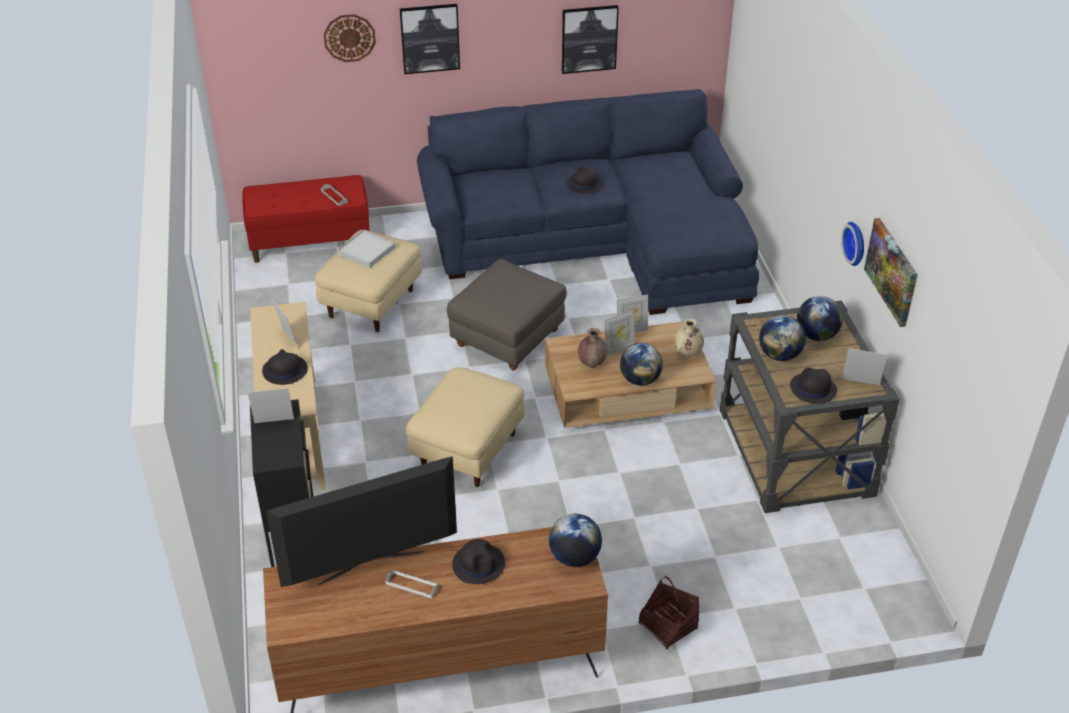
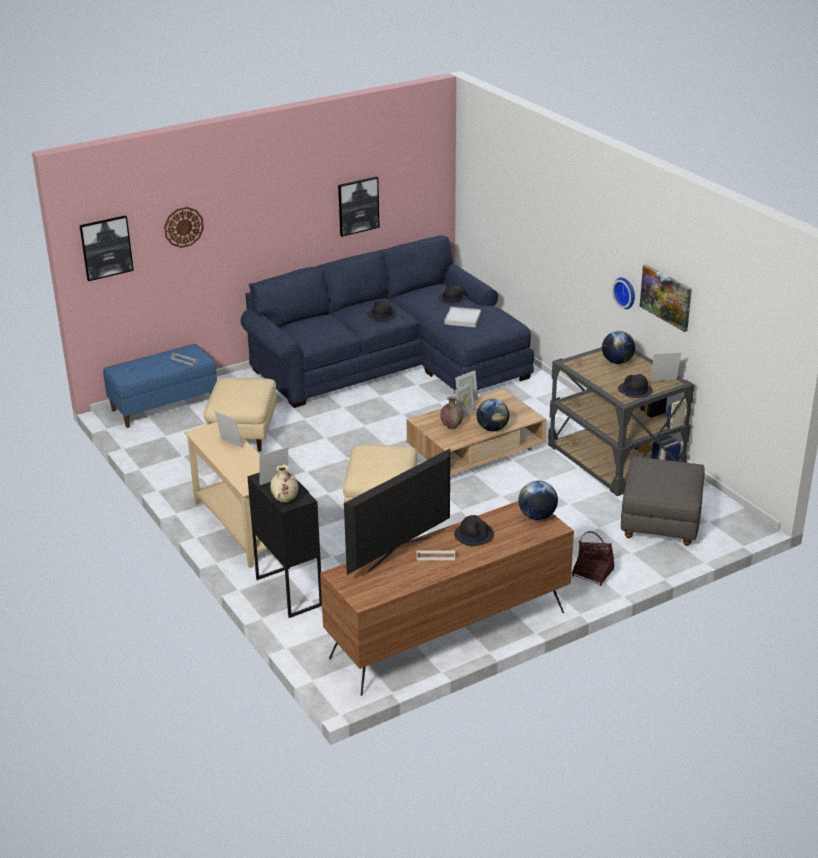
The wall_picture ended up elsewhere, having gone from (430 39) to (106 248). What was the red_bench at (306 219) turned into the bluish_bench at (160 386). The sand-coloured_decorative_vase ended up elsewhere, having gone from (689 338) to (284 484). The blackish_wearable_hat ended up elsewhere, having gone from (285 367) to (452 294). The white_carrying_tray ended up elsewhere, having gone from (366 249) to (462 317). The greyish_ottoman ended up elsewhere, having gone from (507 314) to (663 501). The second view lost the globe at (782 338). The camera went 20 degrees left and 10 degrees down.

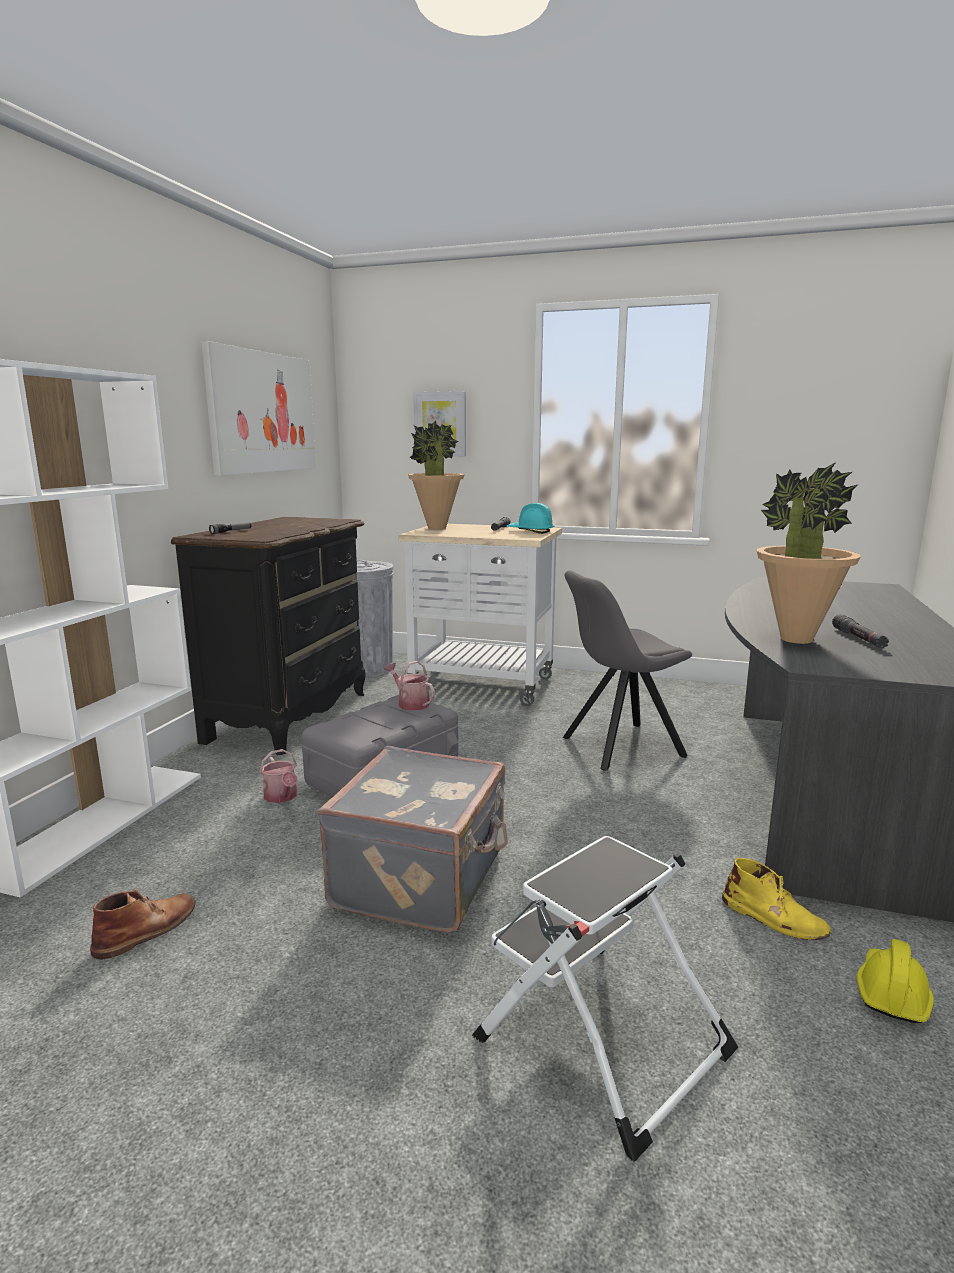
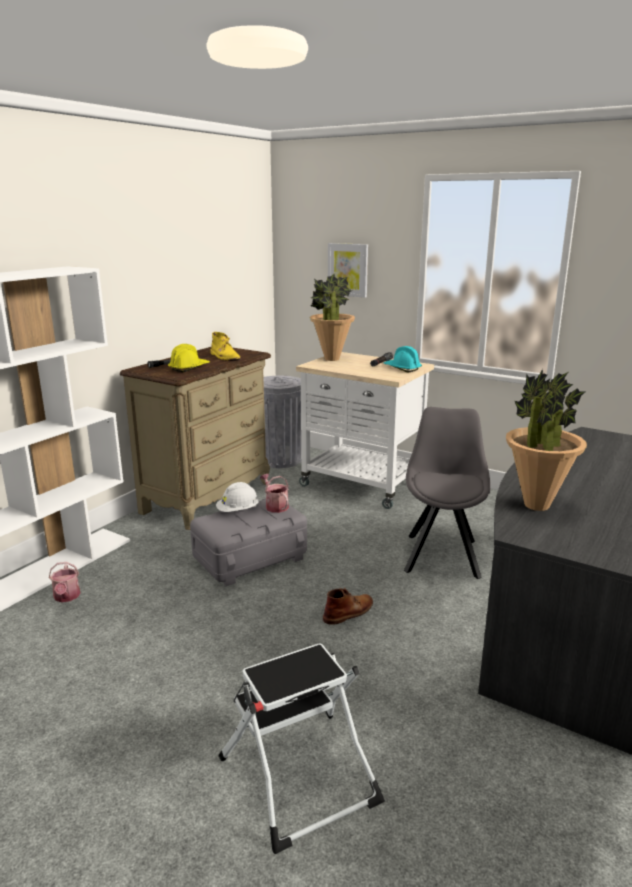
The watering_pot ended up elsewhere, having gone from (278 776) to (64 582). What was the blackish_chest_of_drawers at (268 636) turned into the sand-coloured_chest_of_drawers at (195 438). The yellowish_safety_helmet ended up elsewhere, having gone from (895 981) to (189 358). The yellowish_high-top_boot ended up elsewhere, having gone from (776 899) to (225 346). The second view gained the white_safety_helmet at (237 497). The brownish_high-top_boot ended up elsewhere, having gone from (143 924) to (348 606). The greyish_plain_chair at (627 670) ended up facing another way, 105 degrees clockwise from before. The second view lost the wall_picture at (258 408). The second view lost the greyish_travel_case at (413 839). The second view lost the blackish_hand_torch at (860 631). The camera went 15 degrees right and 5 degrees up.

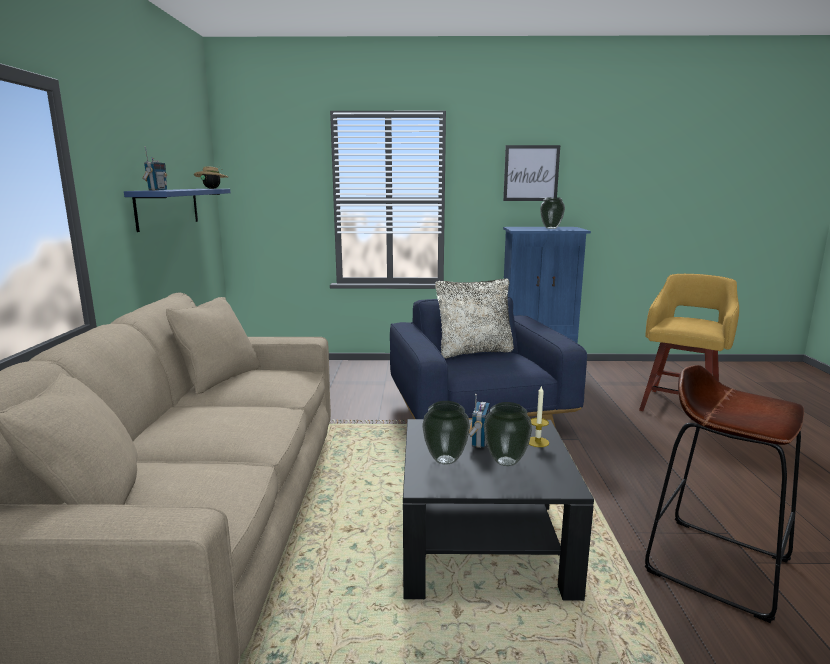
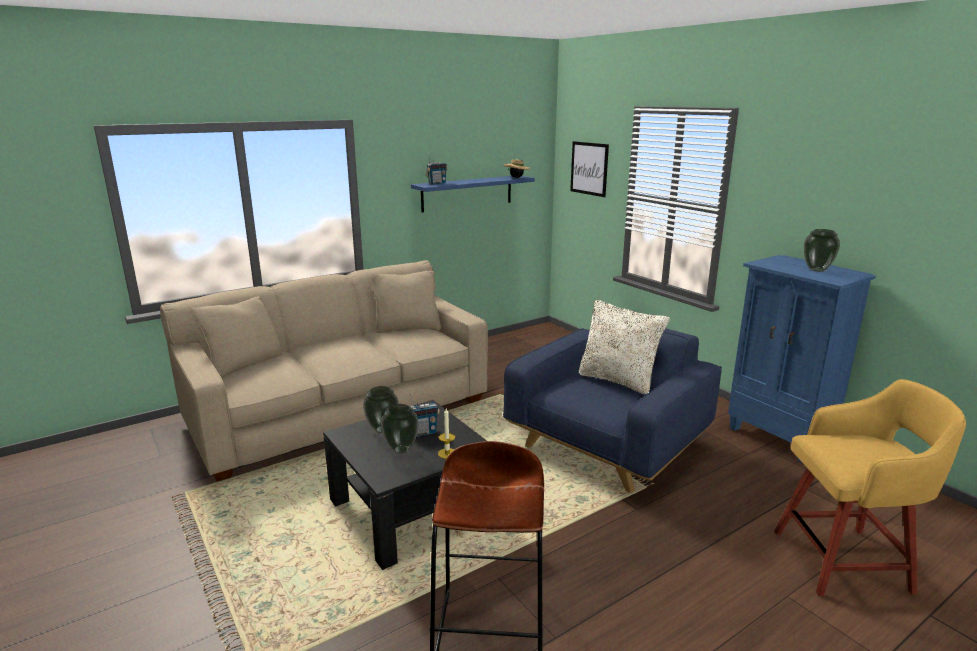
The wall_picture ended up elsewhere, having gone from (531 173) to (589 169). The camera went 55 degrees right and 5 degrees up.

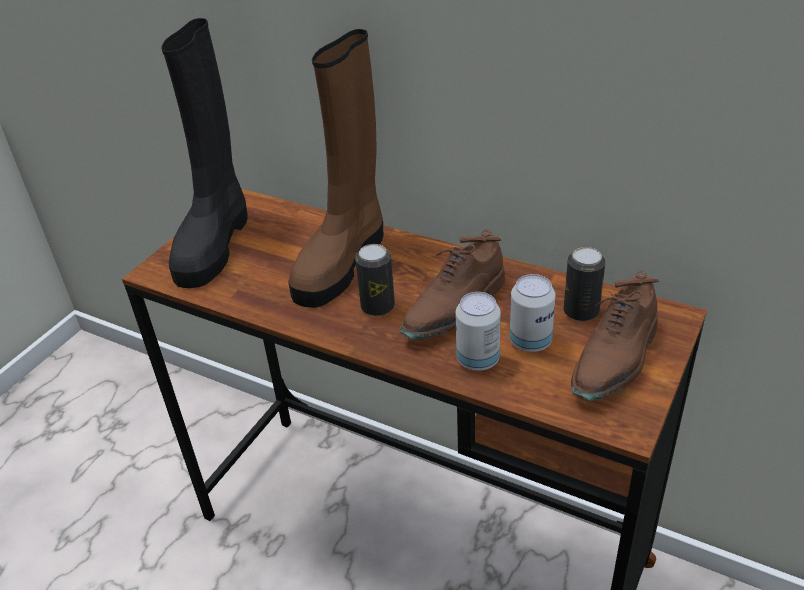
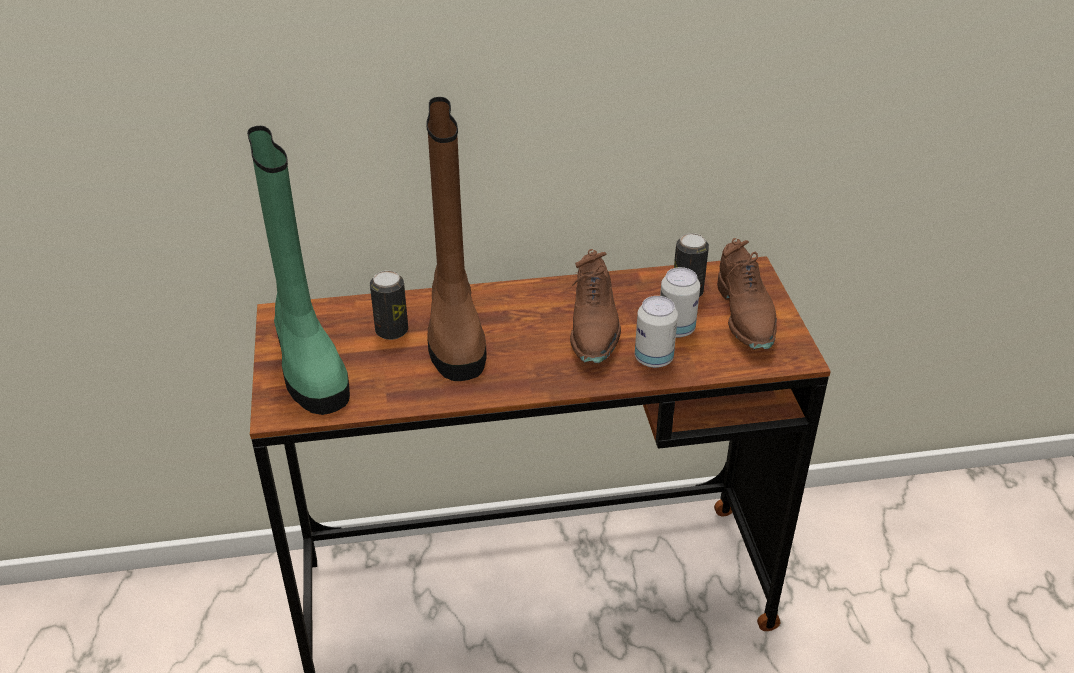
What was the blackish_high-top_boot at (204 153) turned into the greenish_high-top_boot at (298 270). The sealed_can ended up elsewhere, having gone from (375 280) to (389 305). The camera went 40 degrees left and 0 degrees up.

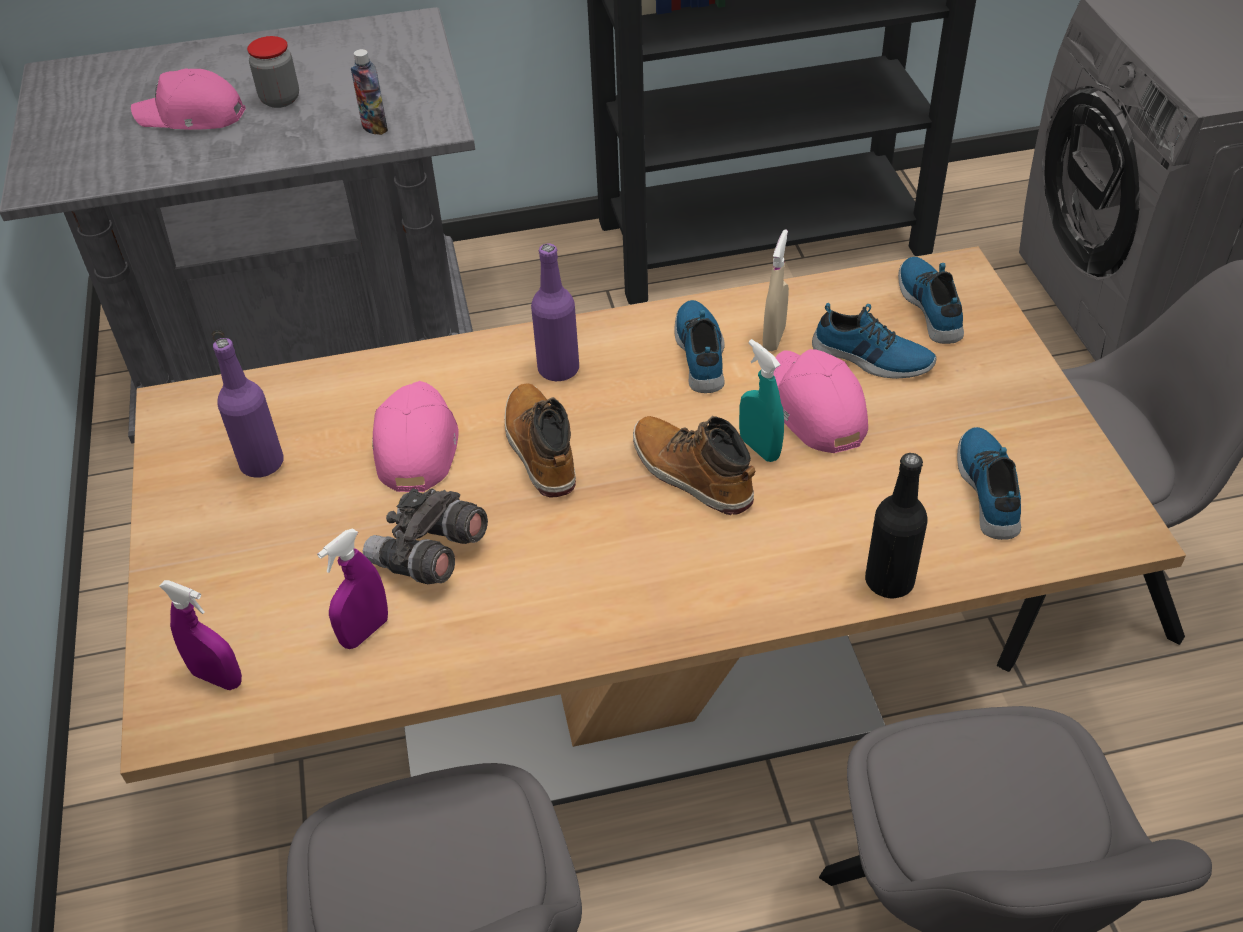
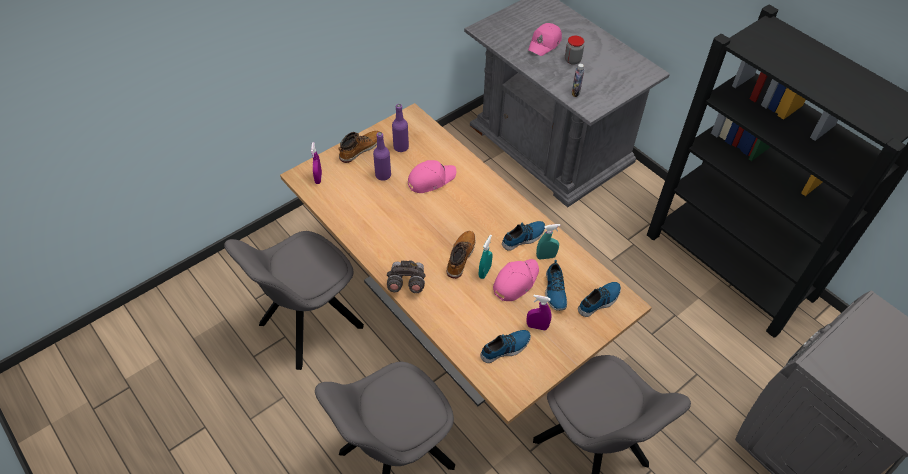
The high-top_boot ended up elsewhere, having gone from (540 440) to (358 147). The purple-coloured_drink_bottle ended up elsewhere, having gone from (555 312) to (382 156). The greyish_field_glasses ended up elsewhere, having gone from (425 536) to (406 276). The purple-coloured_spray_bottle ended up elsewhere, having gone from (352 588) to (539 313). The pink-coloured_baseball_cap at (188 99) ended up facing another way, 120 degrees counterclockwise from before. What was the sand-coloured_spray_bottle at (776 290) turned into the turquoise-coloured_spray_bottle at (548 242). The second view lost the blackish_drink_bottle at (896 525). The camera went 60 degrees right and 5 degrees up.

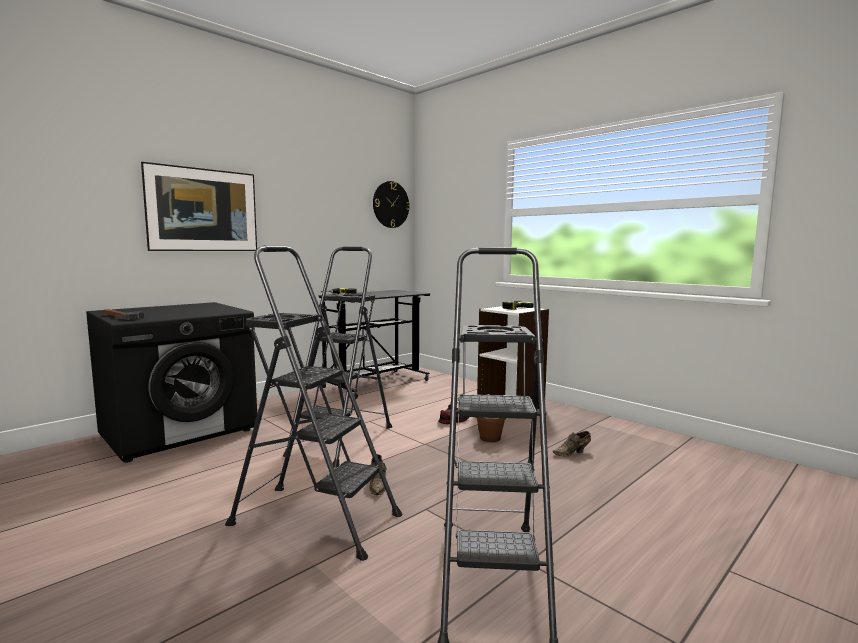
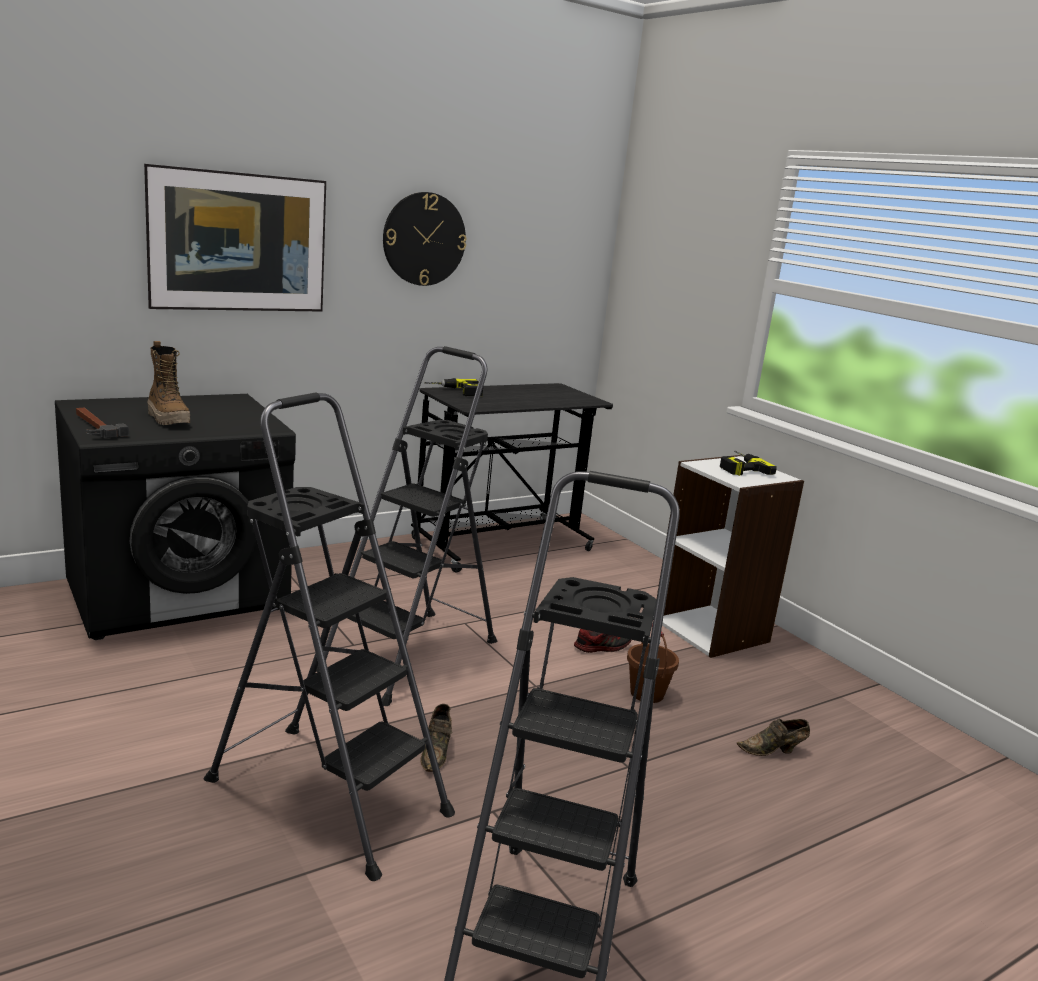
The second view gained the high-top_boot at (168 383). The clock_on_the_wall ended up elsewhere, having gone from (391 204) to (425 239). The camera went 10 degrees right and 10 degrees up.

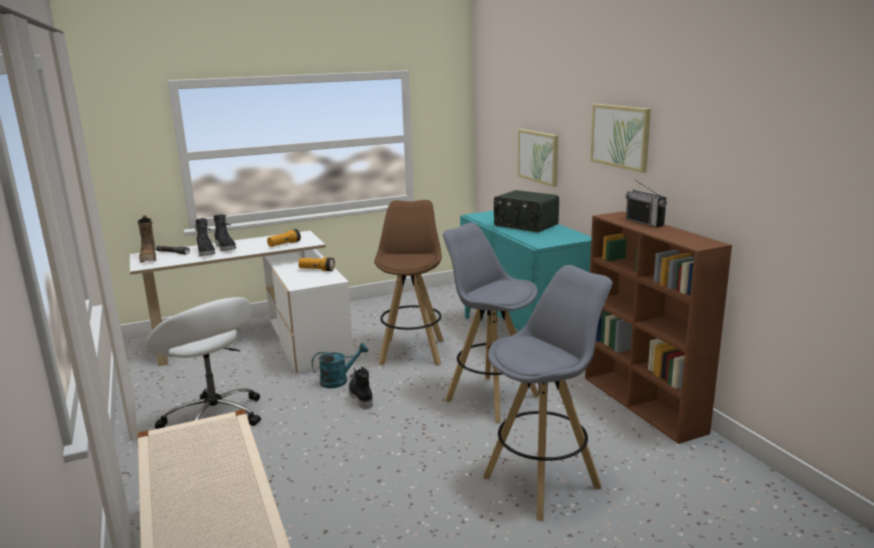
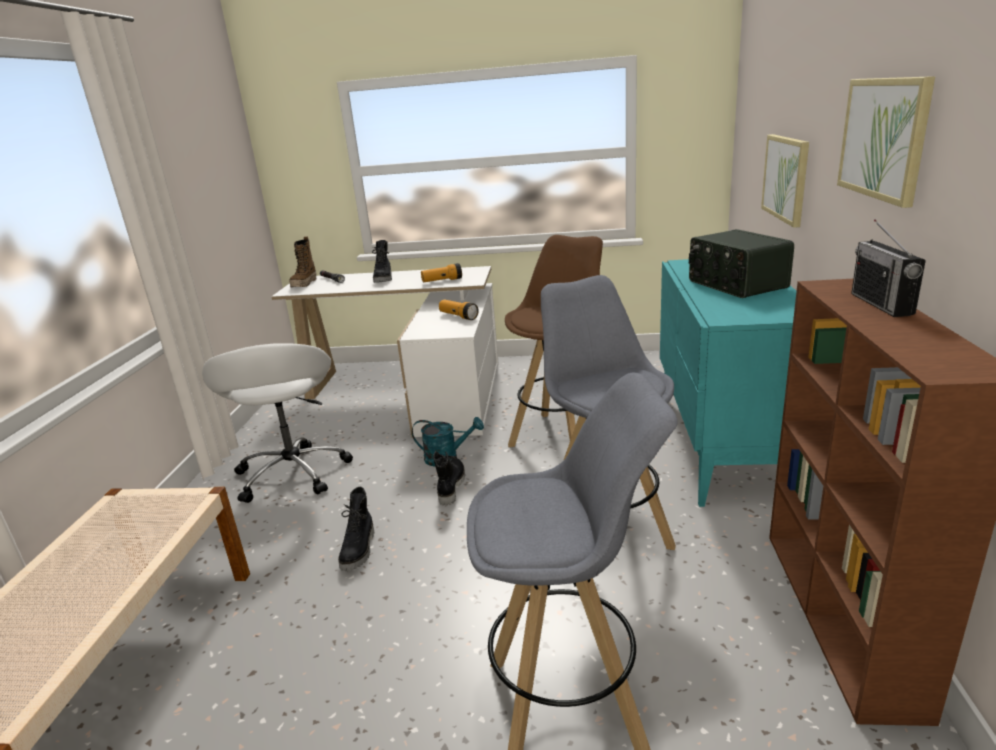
The blackish_high-top_boot ended up elsewhere, having gone from (205 237) to (356 529). The camera went 30 degrees right and 5 degrees up.

